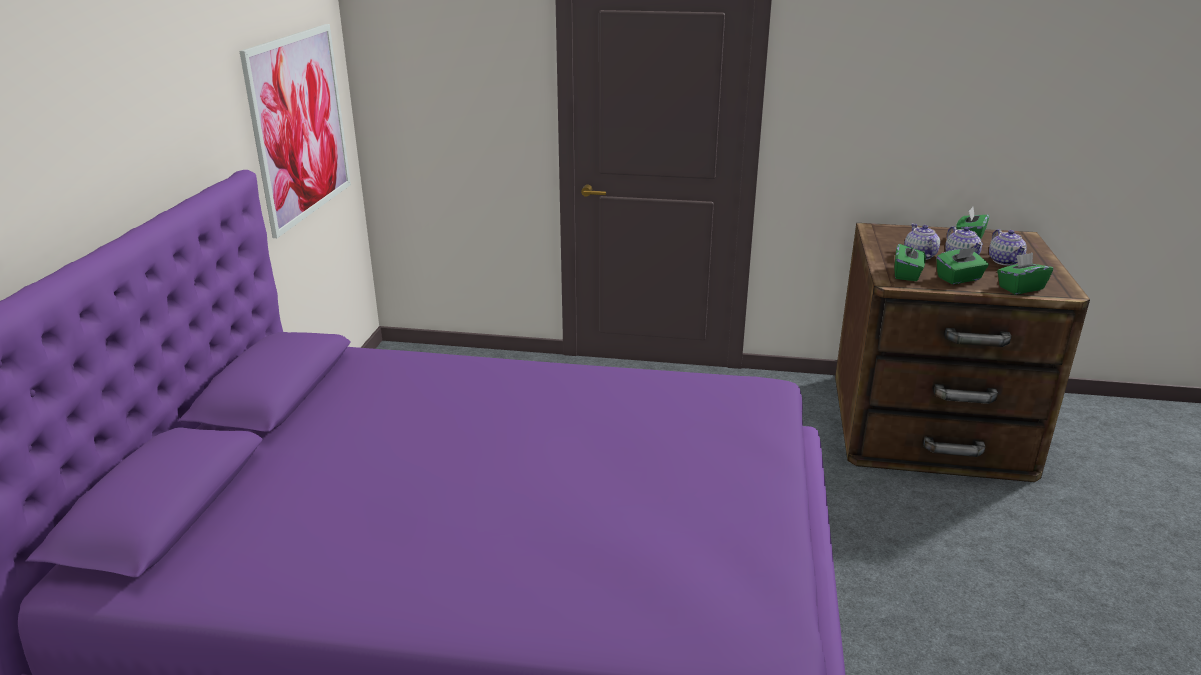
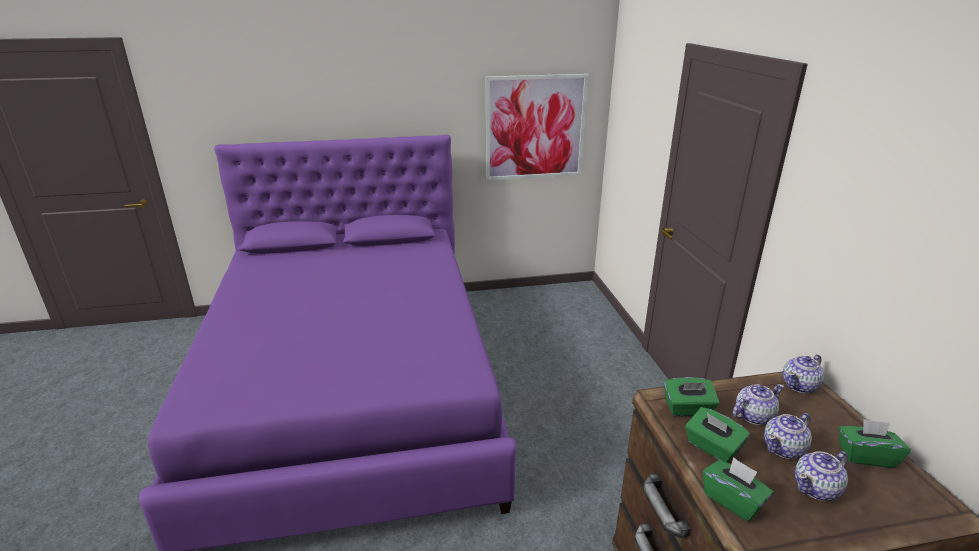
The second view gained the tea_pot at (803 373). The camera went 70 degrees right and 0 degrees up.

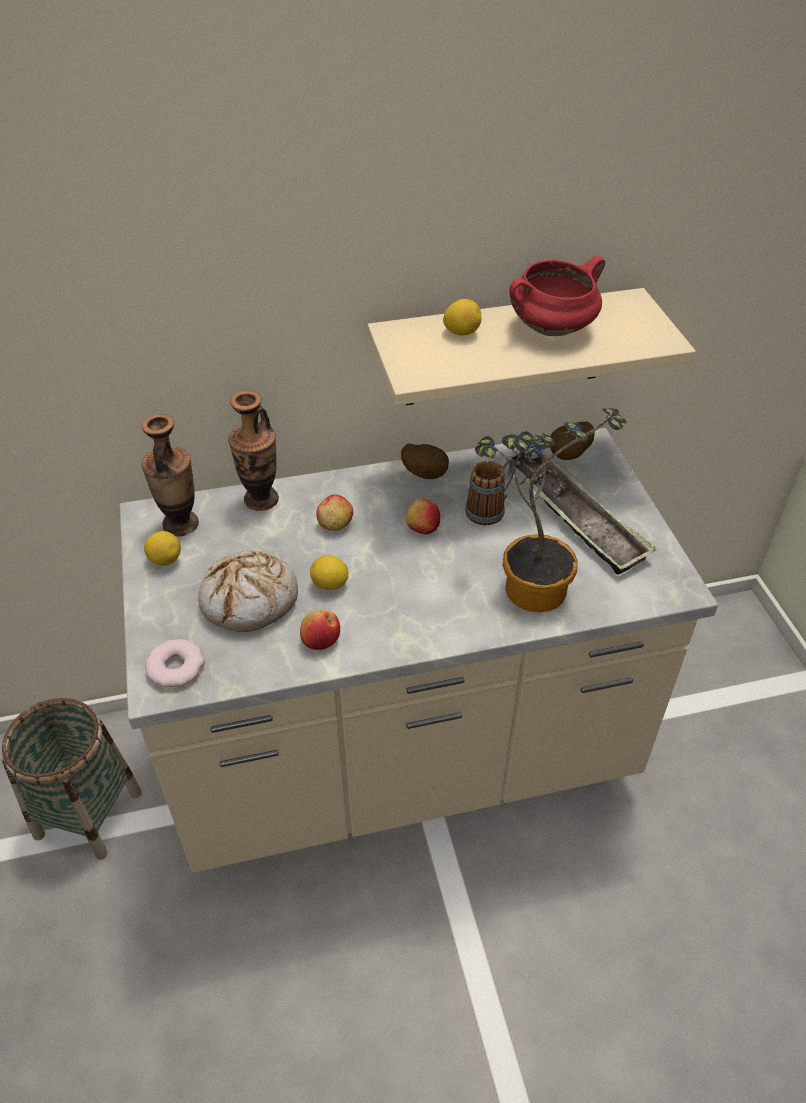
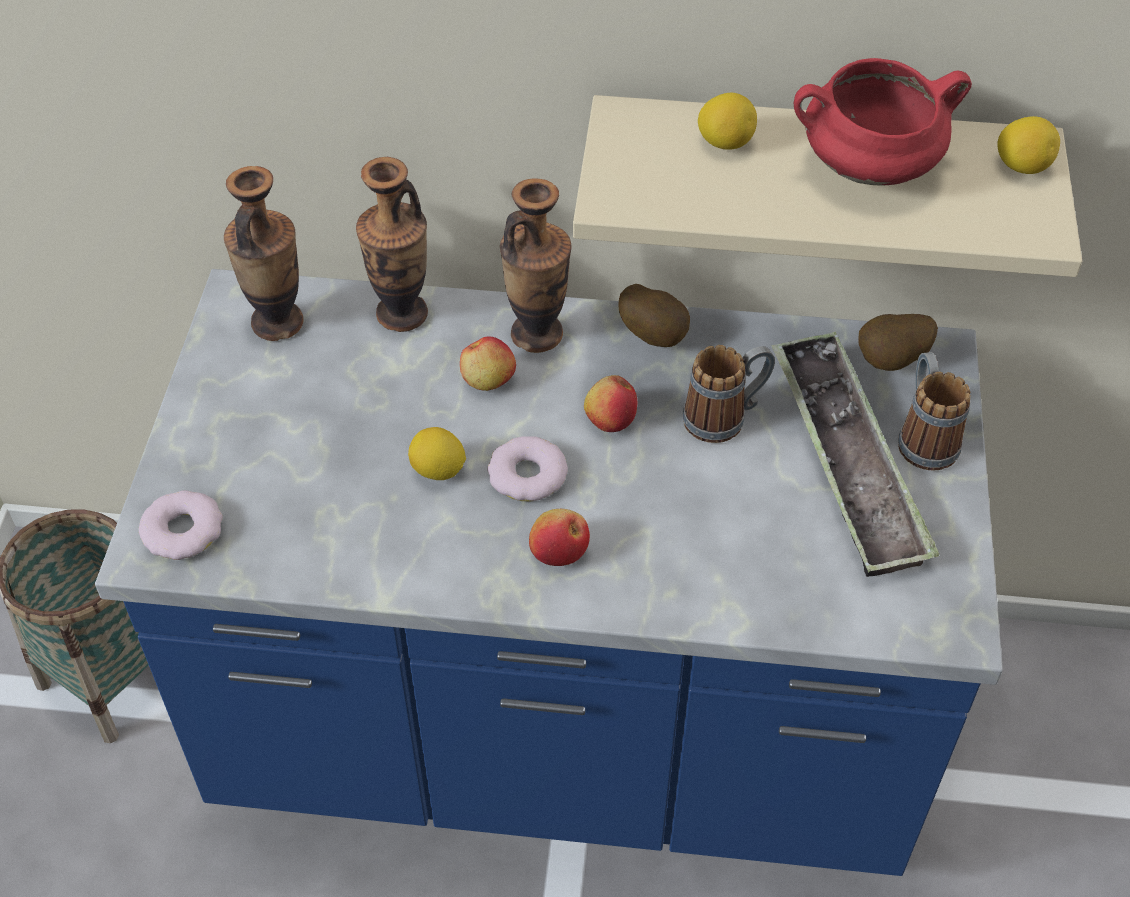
What was the sand-coloured_counter at (419 650) turned into the bluish_counter at (549 572). The second view gained the doughnut at (527 468). The second view gained the decorative_vase at (535 265). The apple ended up elsewhere, having gone from (320 630) to (559 537). The second view gained the mug at (934 411). The whole_lemon ended up elsewhere, having gone from (162 548) to (1028 145). The second view lost the bread at (248 591). The second view lost the houseplant at (551 510). The camera went 20 degrees right and 5 degrees up.

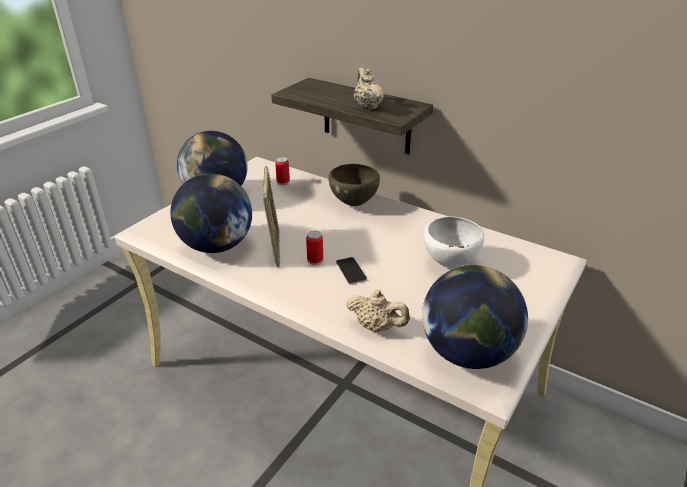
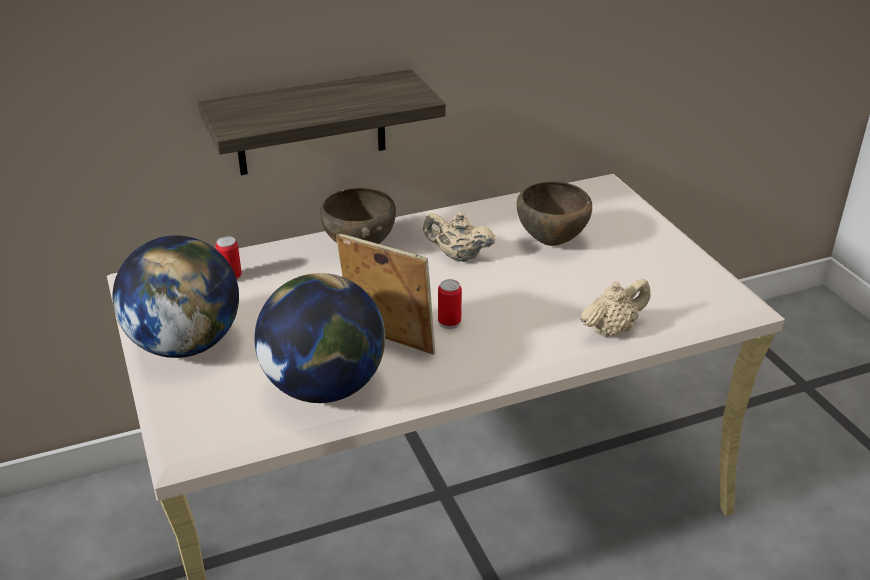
The sand-coloured_tea_pot ended up elsewhere, having gone from (369 88) to (459 237). What was the white_deep_dish at (454 242) turned into the brownish_deep_dish at (554 213). The second view lost the handset at (351 270). The second view lost the globe at (475 317). The camera went 55 degrees left and 0 degrees up.

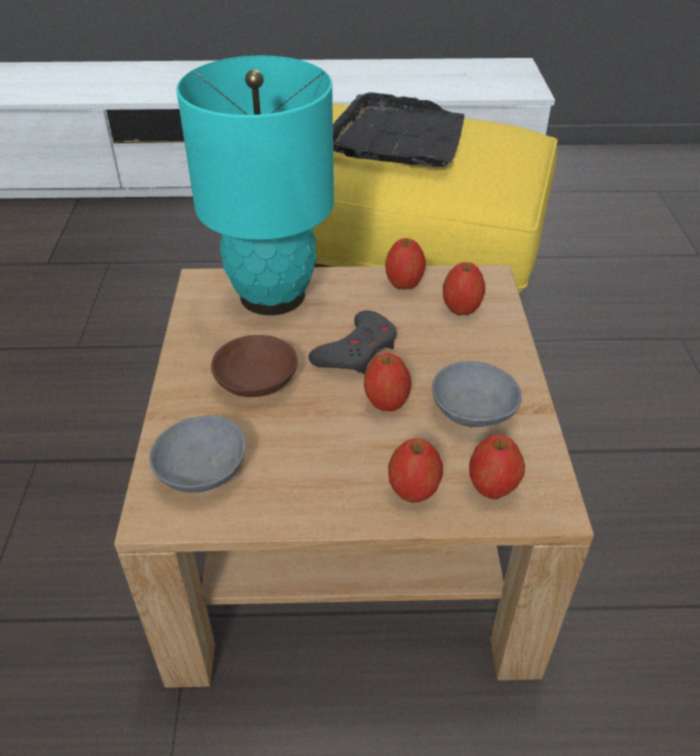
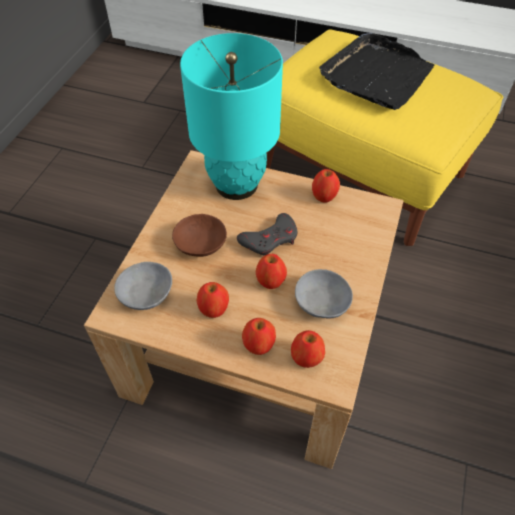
The apple ended up elsewhere, having gone from (464 288) to (213 300). The camera went 20 degrees right and 10 degrees up.

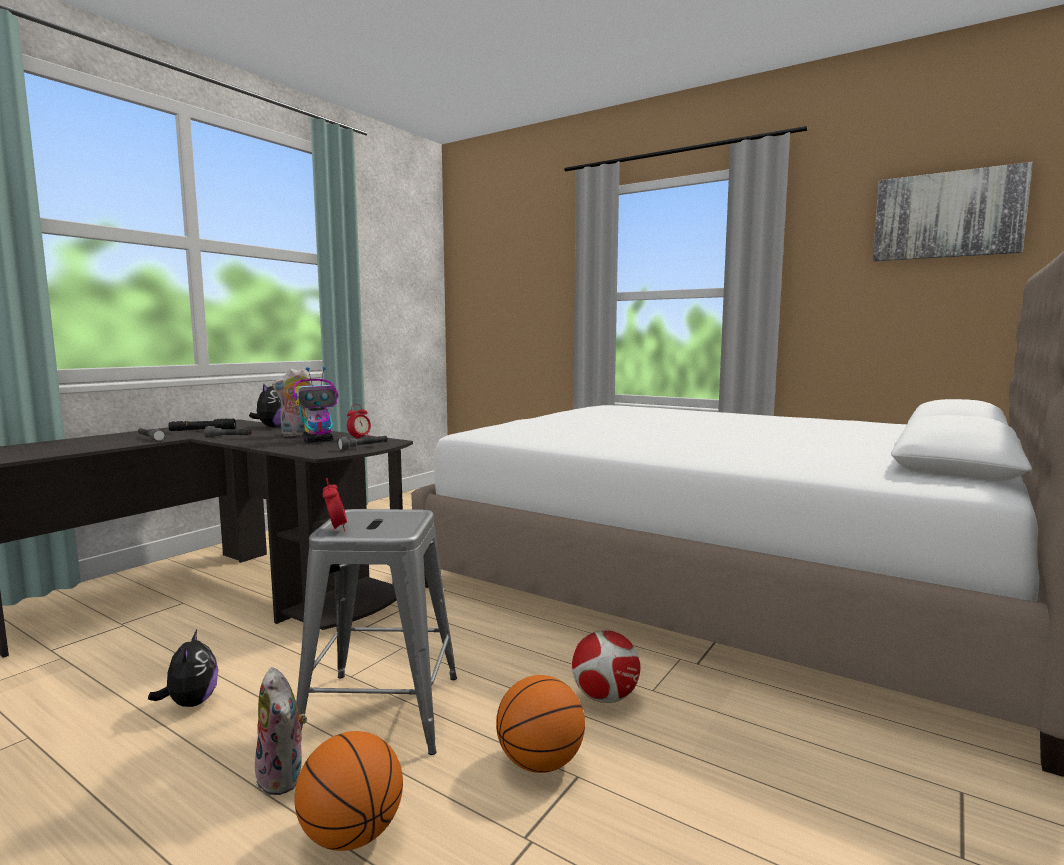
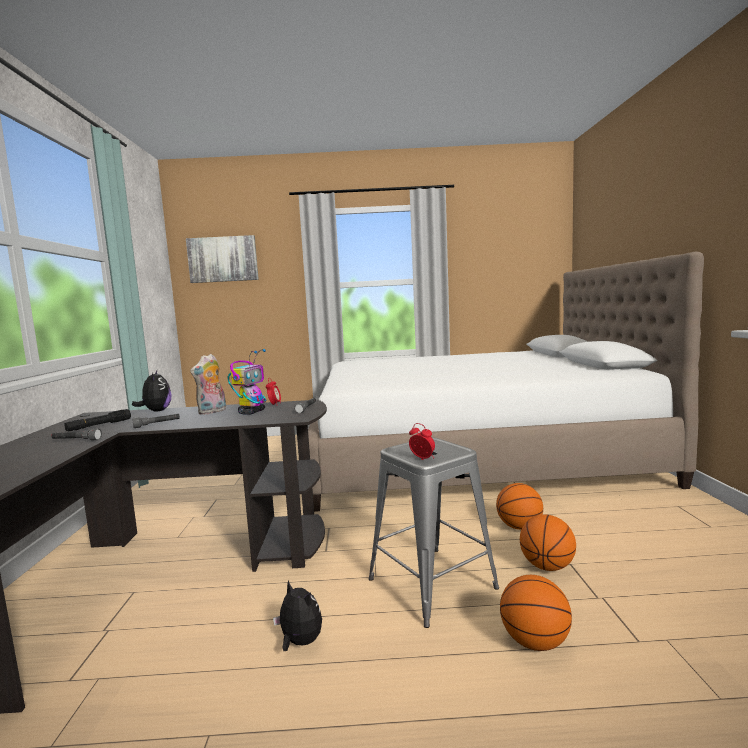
The wall_picture ended up elsewhere, having gone from (953 212) to (222 259). Where the football stood at (606 666), the ball_for_basketball came to stand at (519 506). The second view lost the cuddly_toy at (280 731). The camera went 35 degrees left and 0 degrees up.

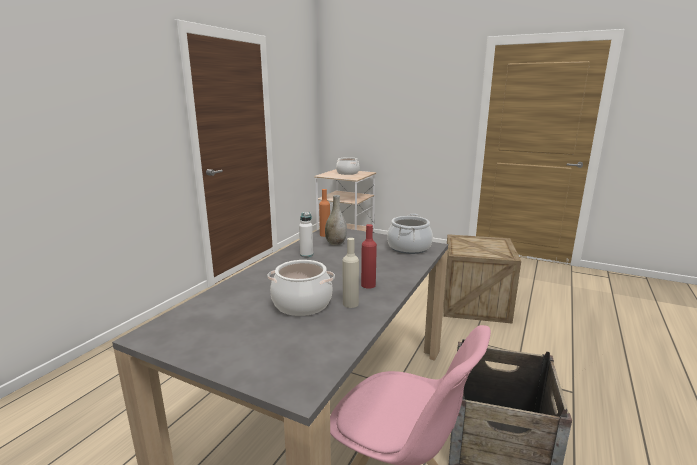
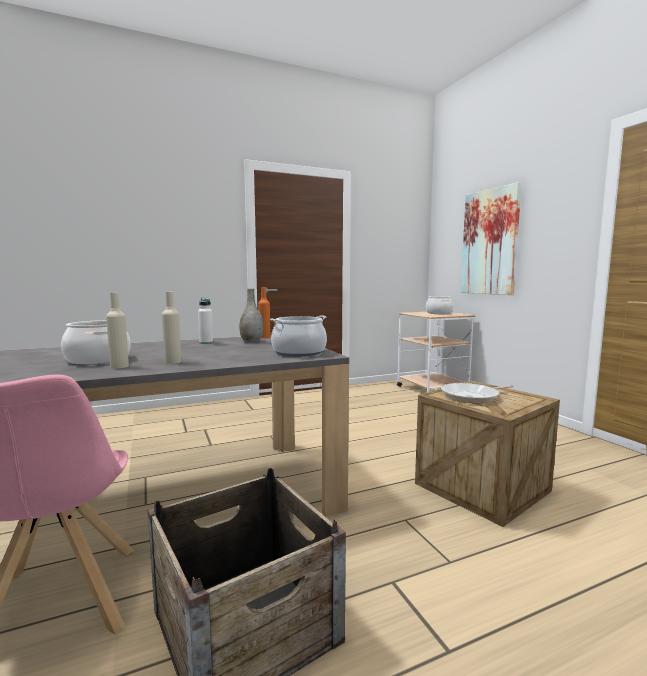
What was the red_drink_bottle at (369 256) turned into the sand-coloured_drink_bottle at (172 328). The second view gained the pan at (477 393). The second view gained the wall_picture at (491 238). The camera went 40 degrees right and 10 degrees down.

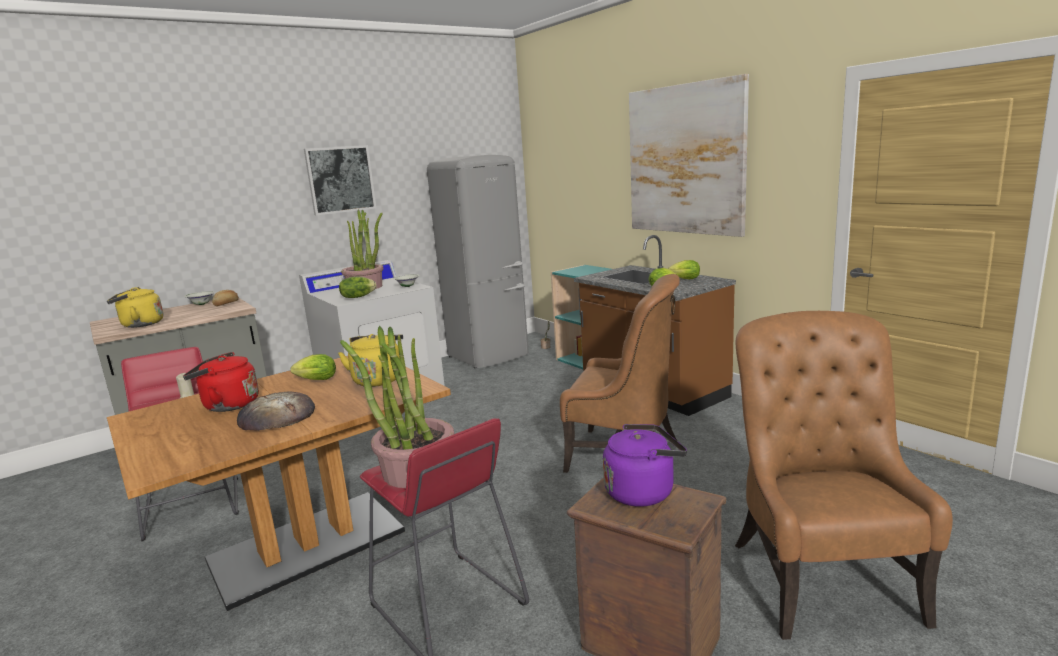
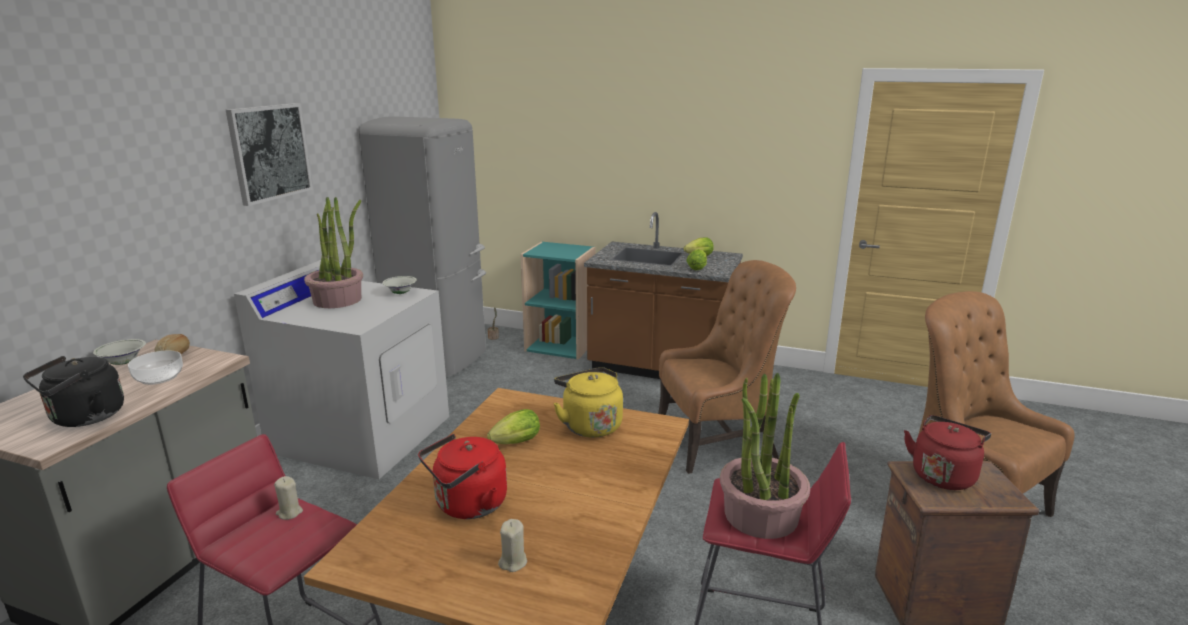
What was the yellowish_kettle at (135 307) turned into the blackish_kettle at (73 391). The second view gained the deep_dish at (155 368). The second view gained the sand-coloured_candle at (512 545). What was the purple-coloured_kettle at (645 465) turned into the red_kettle at (947 452). The second view lost the bread at (276 411). The second view lost the head_of_lettuce at (357 287). The second view lost the wall_picture at (689 155). The camera went 35 degrees left and 5 degrees up.

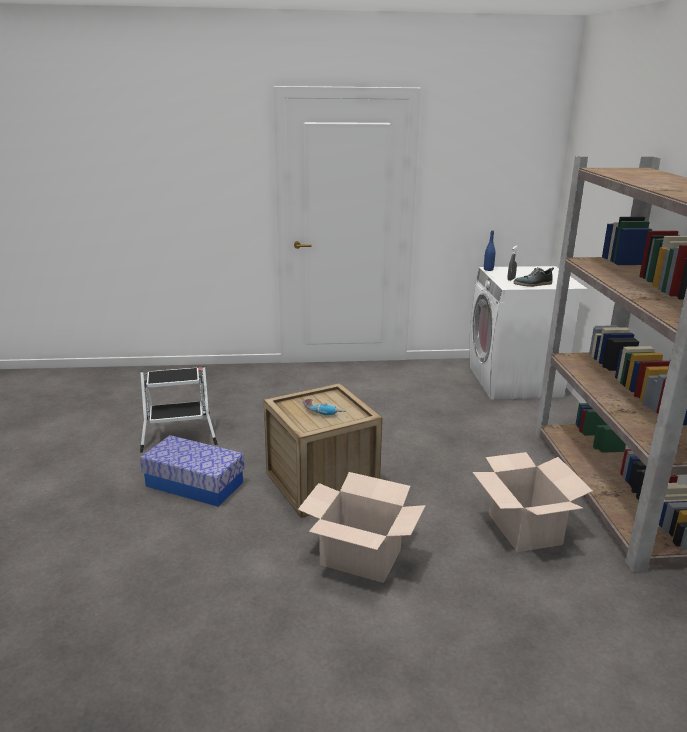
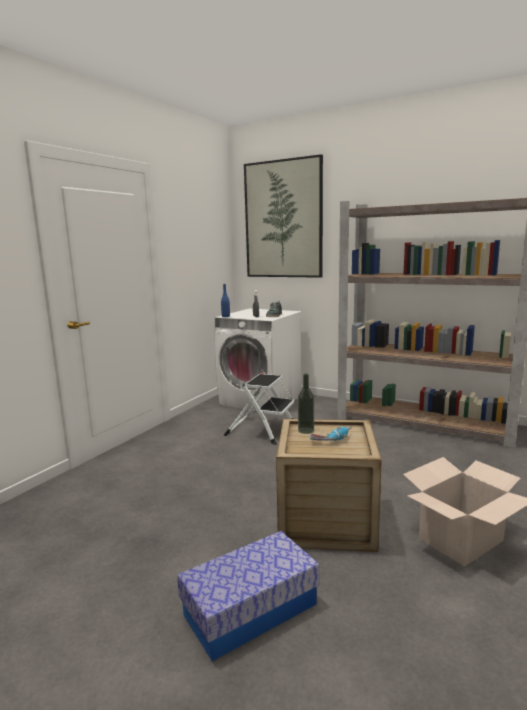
The step_ladder ended up elsewhere, having gone from (178 409) to (258 408). The second view gained the wall_picture at (283 216). The second view gained the drink_bottle at (306 403). The second view lost the carton at (532 502). The camera went 55 degrees left and 10 degrees down.

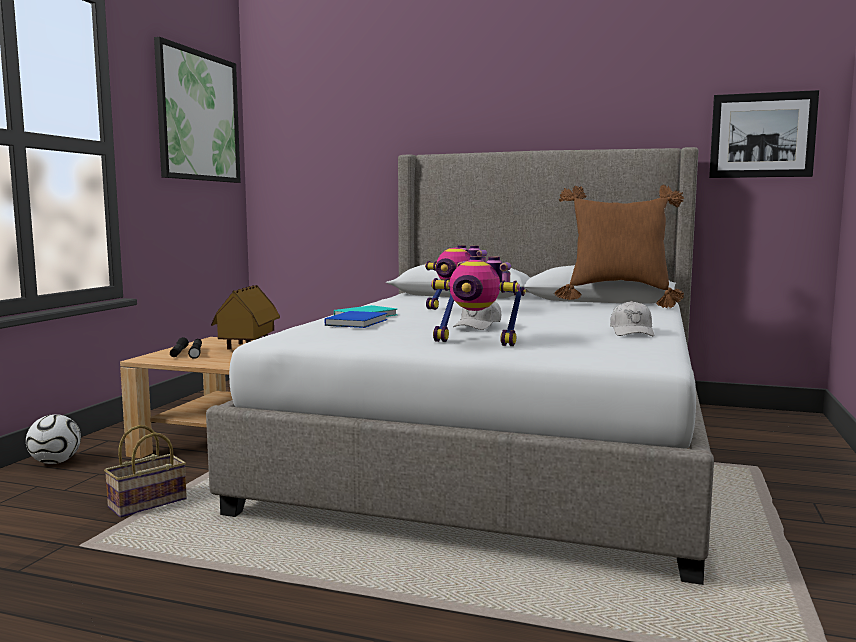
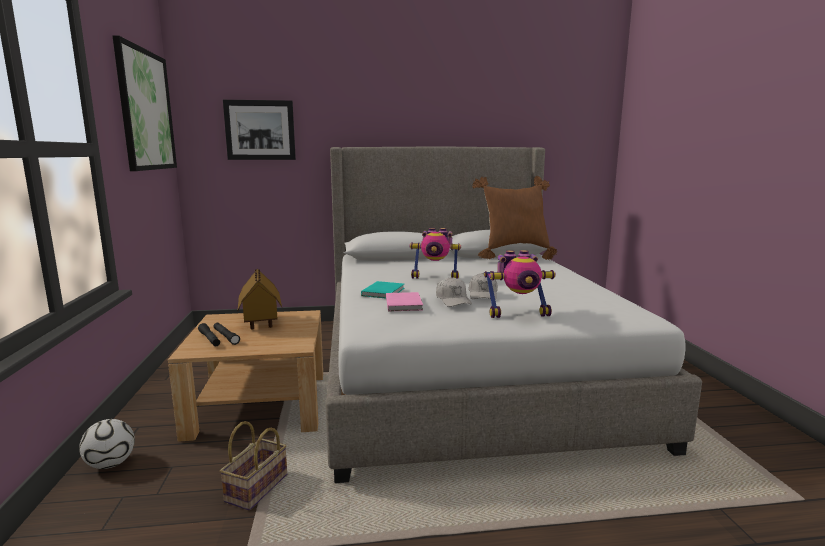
The wall_picture ended up elsewhere, having gone from (764 134) to (259 130). What was the bluish_volume at (356 319) turned into the pink-coloured_volume at (404 301). The white_baseball_cap ended up elsewhere, having gone from (632 318) to (454 292). The camera went 25 degrees left and 5 degrees up.

